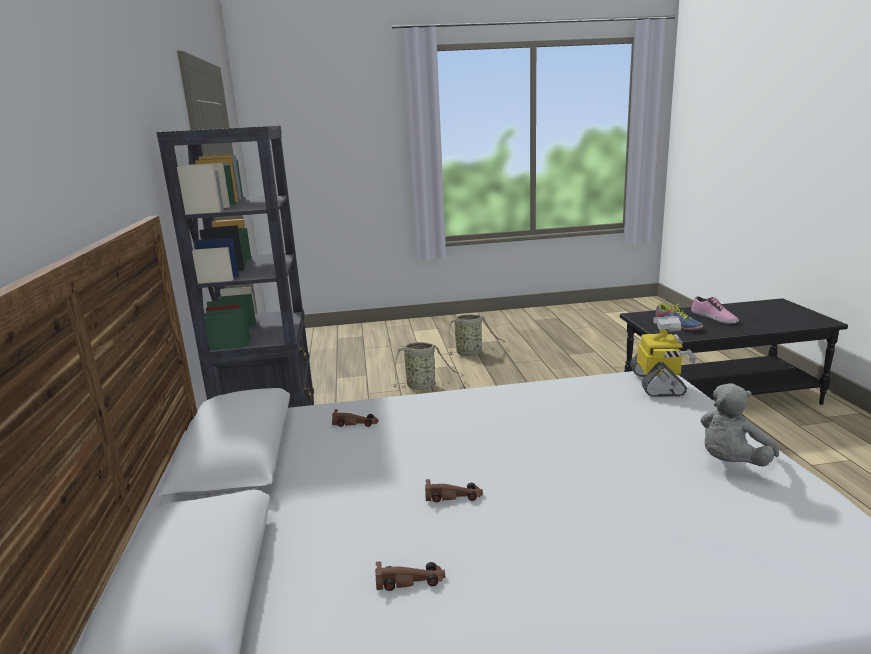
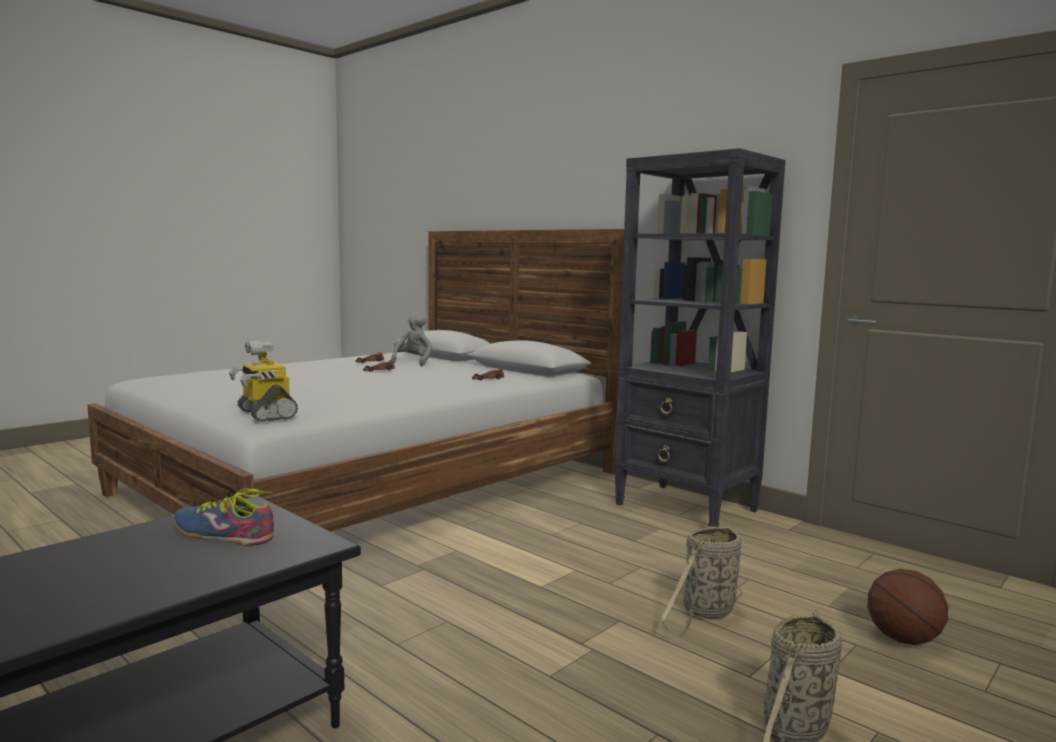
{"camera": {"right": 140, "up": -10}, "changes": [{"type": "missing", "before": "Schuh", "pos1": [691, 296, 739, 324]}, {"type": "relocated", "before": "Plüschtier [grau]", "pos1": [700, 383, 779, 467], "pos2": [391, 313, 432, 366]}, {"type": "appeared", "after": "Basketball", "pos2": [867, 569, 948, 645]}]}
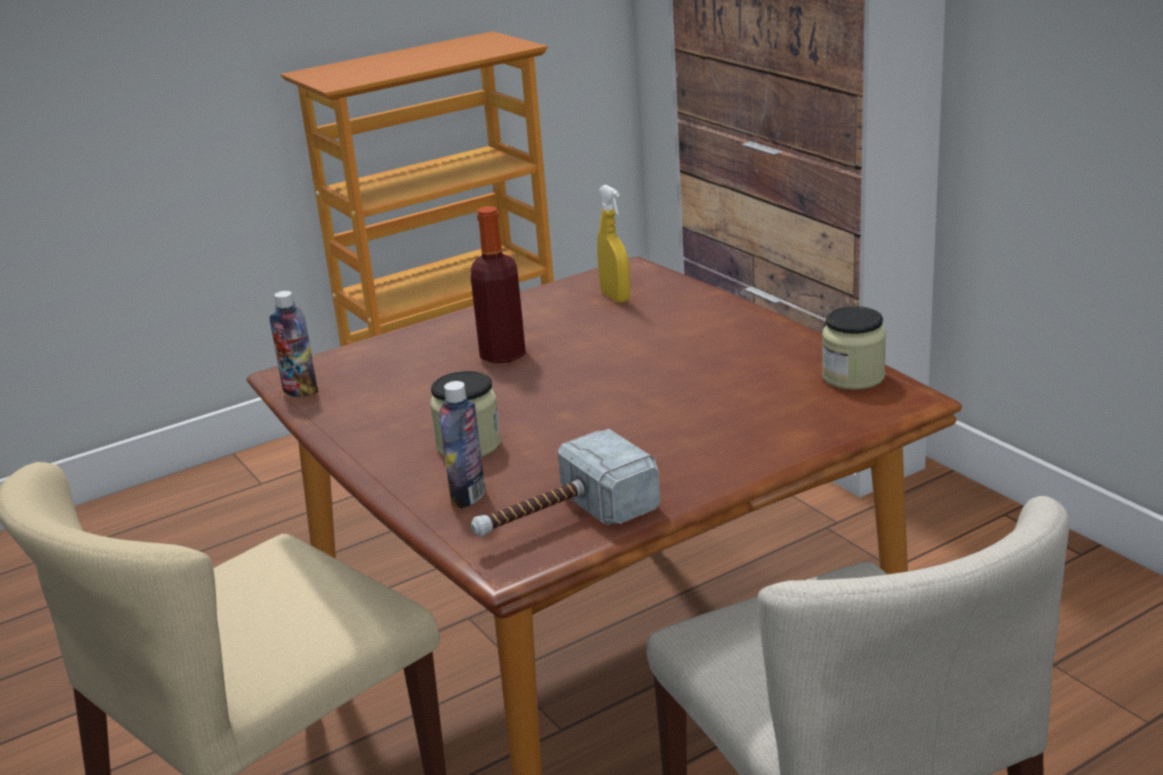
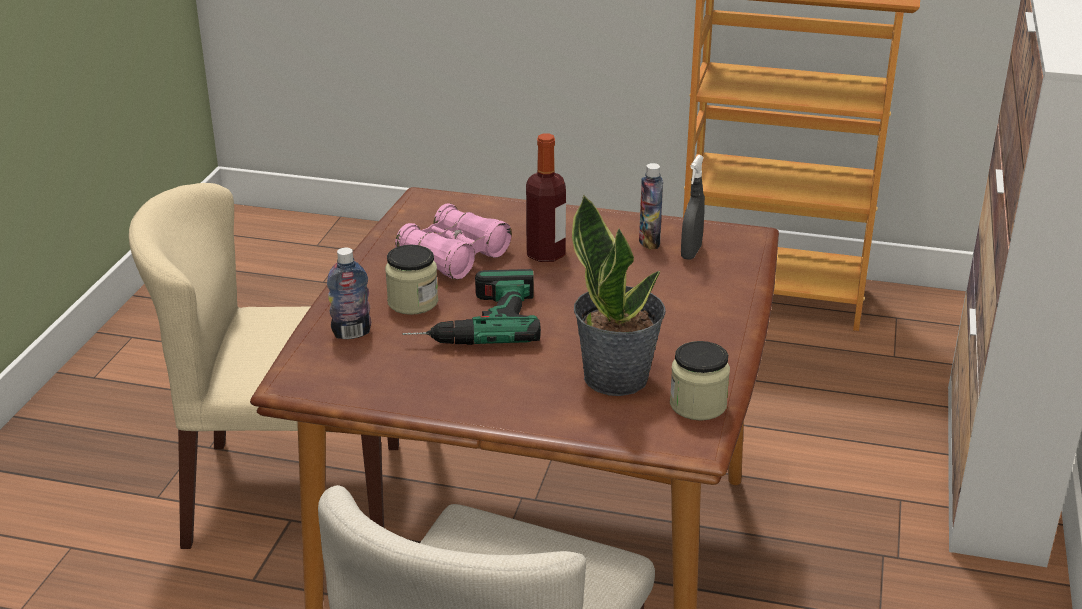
{"camera": {"right": 45, "up": 5}, "changes": [{"type": "relocated", "before": "Flasche", "pos1": [270, 291, 318, 397], "pos2": [639, 163, 663, 250]}, {"type": "missing", "before": "Hammer", "pos1": [471, 429, 660, 537]}, {"type": "colour", "before": "Sprühflasche [gelb]", "after": "Sprühflasche [grau]", "pos1": [597, 185, 631, 303], "pos2": [681, 155, 705, 260]}, {"type": "appeared", "after": "Fernglas [rosa]", "pos2": [395, 203, 512, 280]}, {"type": "appeared", "after": "Bohrmaschine", "pos2": [403, 269, 541, 345]}, {"type": "appeared", "after": "Topfpflanze", "pos2": [572, 195, 665, 396]}]}
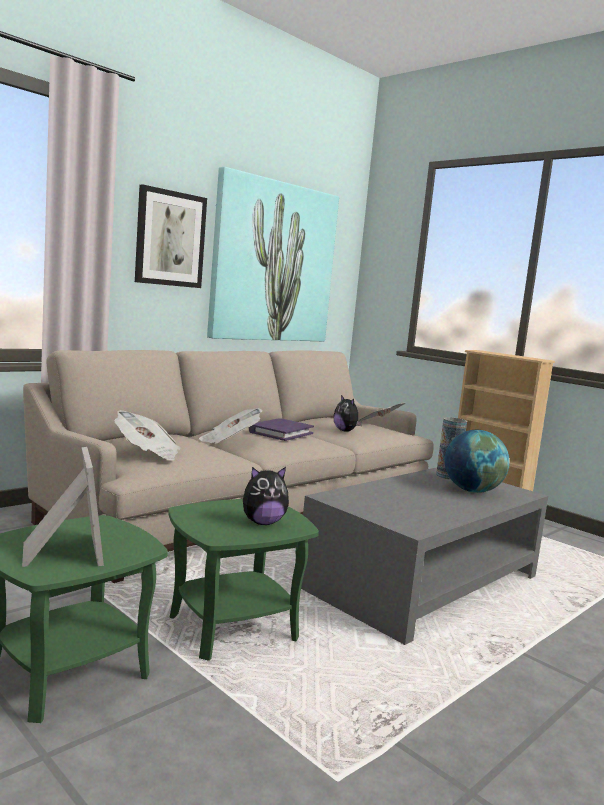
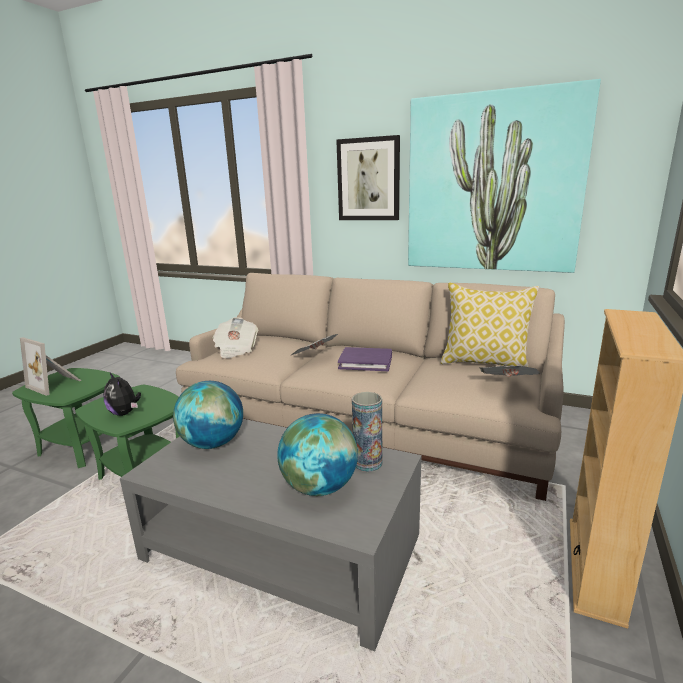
{"camera": {"right": 70, "up": 10}, "changes": [{"type": "spun", "before": "Bilderrahmen", "pos1": [22, 447, 104, 567], "pos2": [20, 337, 82, 396], "turn": 75}, {"type": "missing", "before": "Plüschtier", "pos1": [333, 395, 362, 432]}, {"type": "appeared", "after": "Globus", "pos2": [173, 381, 243, 449]}, {"type": "appeared", "after": "Kissen", "pos2": [441, 282, 539, 367]}]}
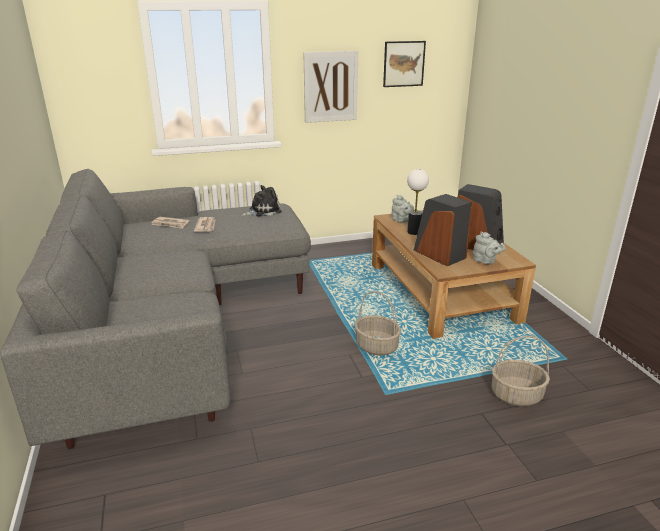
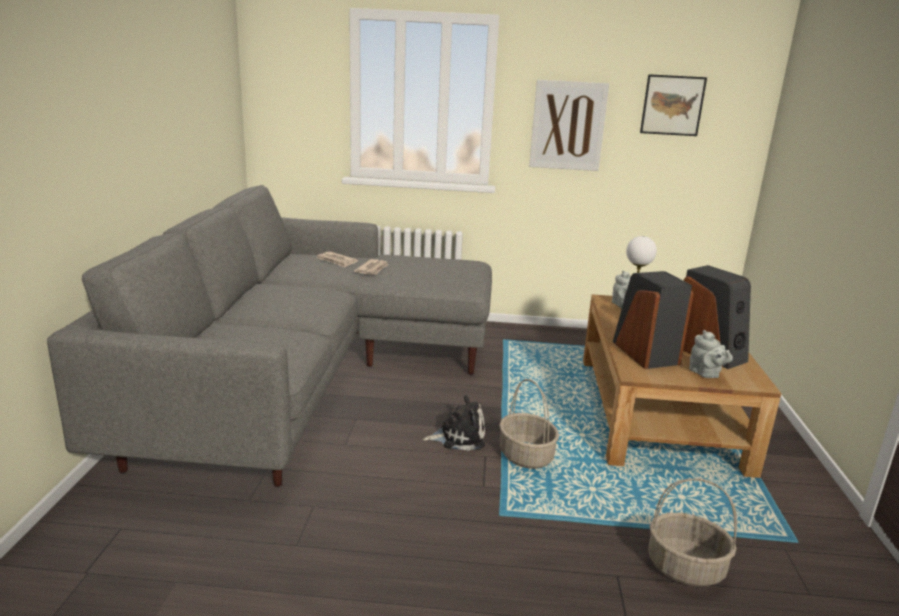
{"camera": {"right": 20, "up": -5}, "changes": [{"type": "relocated", "before": "Plüschtier", "pos1": [241, 185, 282, 216], "pos2": [423, 395, 485, 451]}]}
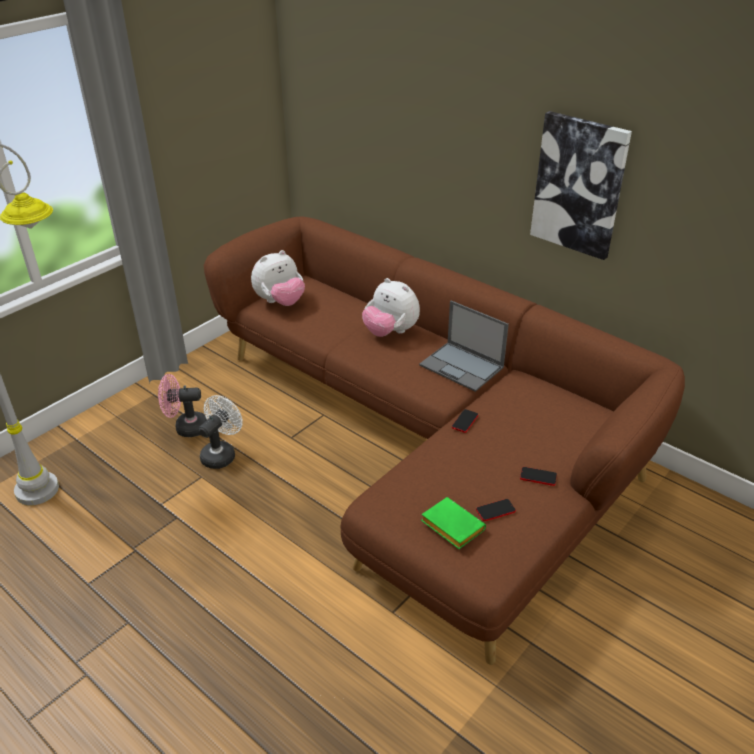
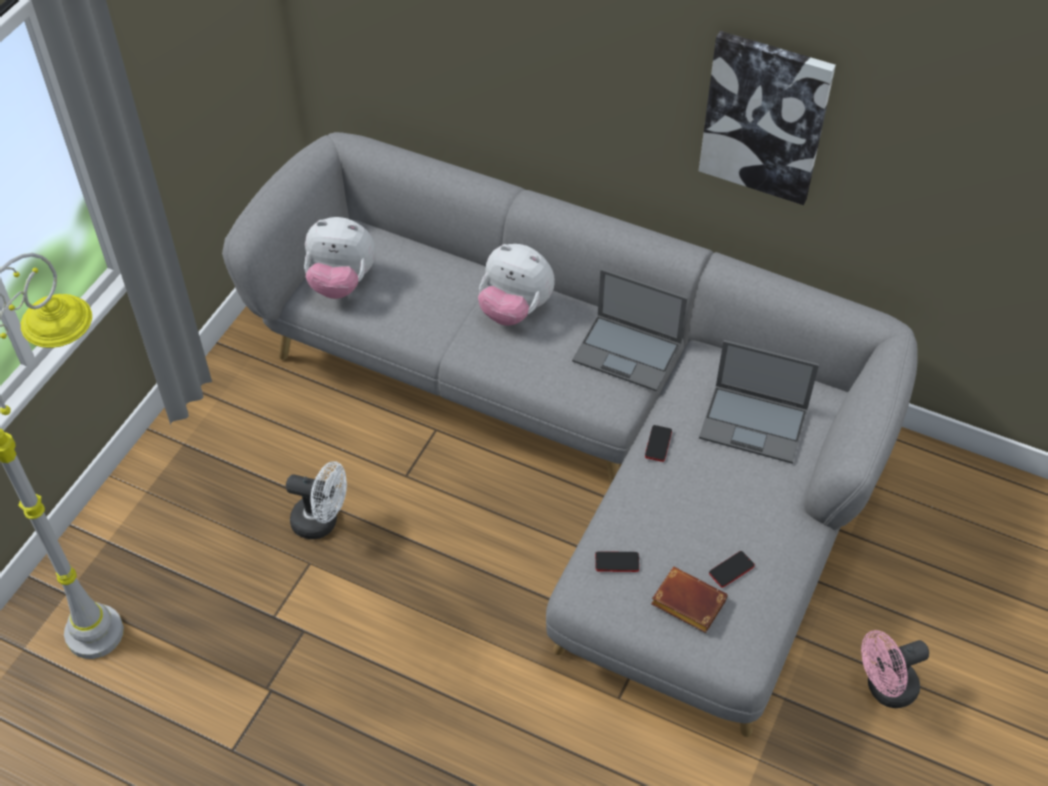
{"camera": {"right": -15, "up": 15}, "changes": [{"type": "relocated", "before": "Ventilator [rosa]", "pos1": [158, 374, 207, 437], "pos2": [861, 630, 929, 708]}, {"type": "spun", "before": "Ventilator [weiß]", "pos1": [199, 395, 243, 469], "pos2": [286, 461, 347, 539], "turn": 90}, {"type": "colour", "before": "Sofa [braun]", "after": "Sofa [grau]", "pos1": [204, 216, 685, 665], "pos2": [222, 132, 918, 737]}, {"type": "spun", "before": "Plüschtier", "pos1": [251, 250, 305, 306], "pos2": [304, 217, 376, 299], "turn": 60}, {"type": "colour", "before": "Buch [grün]", "after": "Buch [braun]", "pos1": [421, 497, 486, 549], "pos2": [651, 567, 728, 633]}, {"type": "relocated", "before": "Handy", "pos1": [520, 467, 557, 486], "pos2": [595, 551, 639, 572]}, {"type": "appeared", "after": "Laptop", "pos2": [699, 340, 819, 464]}]}
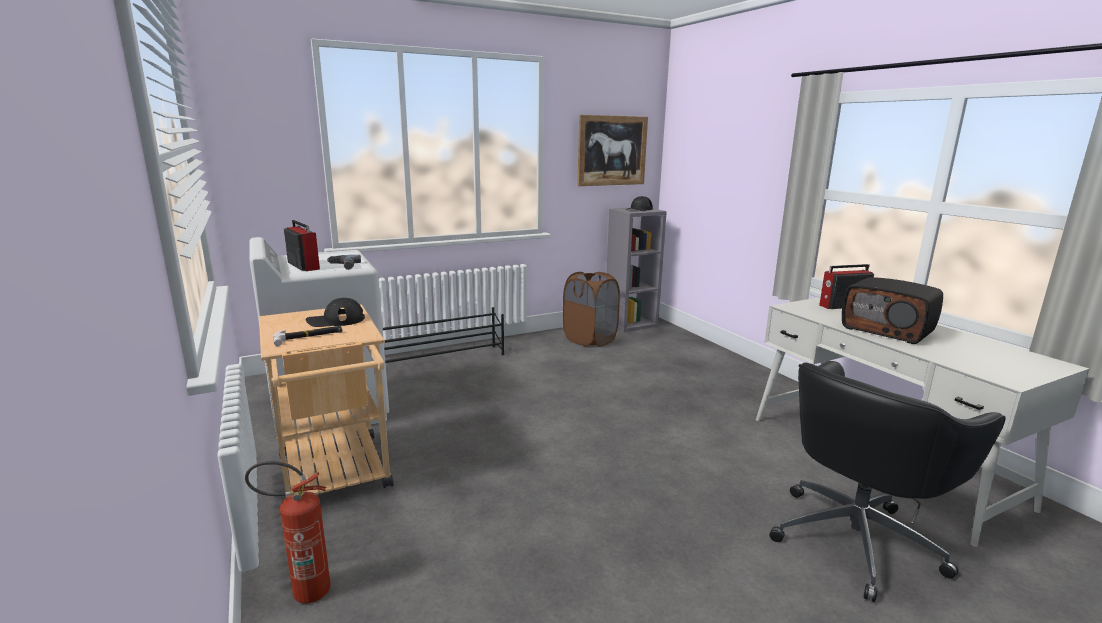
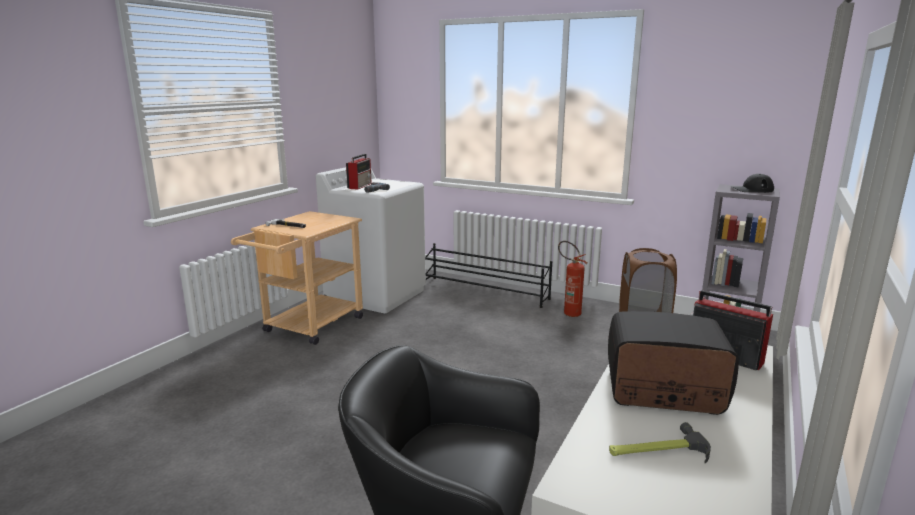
{"camera": {"right": 55, "up": 0}, "changes": [{"type": "relocated", "before": "Feuerlöscher", "pos1": [245, 461, 331, 604], "pos2": [558, 241, 587, 317]}, {"type": "missing", "before": "Kappe [schwarz]", "pos1": [306, 298, 365, 327]}, {"type": "missing", "before": "Bild", "pos1": [577, 115, 648, 186]}, {"type": "spun", "before": "Radio", "pos1": [842, 277, 943, 344], "pos2": [608, 311, 739, 415], "turn": 90}, {"type": "appeared", "after": "Hammer", "pos2": [609, 422, 711, 464]}]}
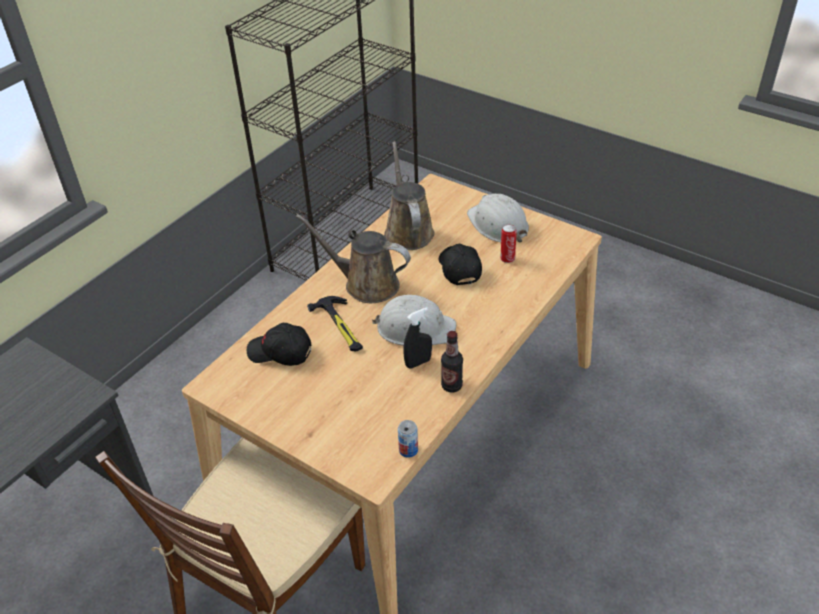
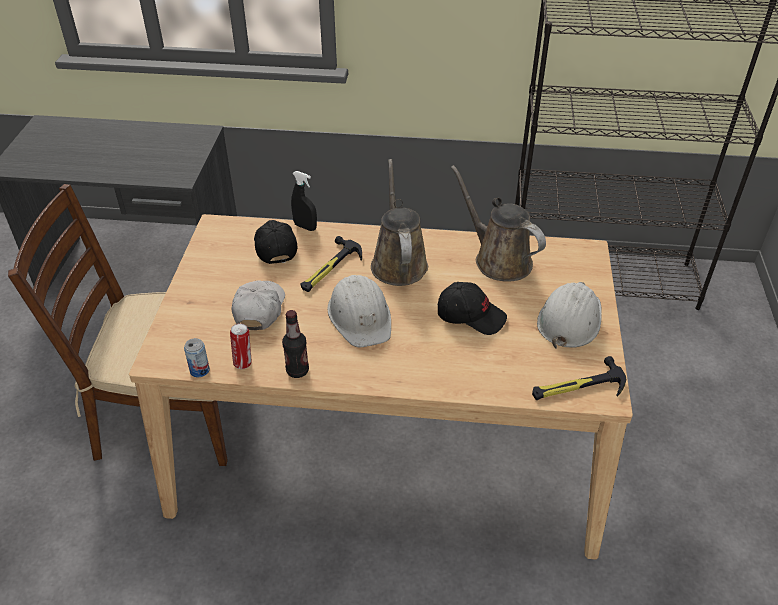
{"camera": {"right": 60, "up": 0}, "changes": [{"type": "spun", "before": "Gießkanne [braun]", "pos1": [384, 141, 434, 250], "pos2": [451, 165, 546, 282], "turn": -90}, {"type": "relocated", "before": "Sprühflasche [schwarz]", "pos1": [403, 307, 432, 369], "pos2": [291, 171, 317, 231]}, {"type": "spun", "before": "Kappe [schwarz]", "pos1": [439, 244, 482, 285], "pos2": [438, 282, 507, 335], "turn": 60}, {"type": "relocated", "before": "Dose", "pos1": [500, 224, 517, 263], "pos2": [230, 323, 252, 369]}, {"type": "appeared", "after": "Kappe [weiß]", "pos2": [231, 280, 285, 330]}, {"type": "appeared", "after": "Hammer", "pos2": [532, 356, 626, 400]}]}
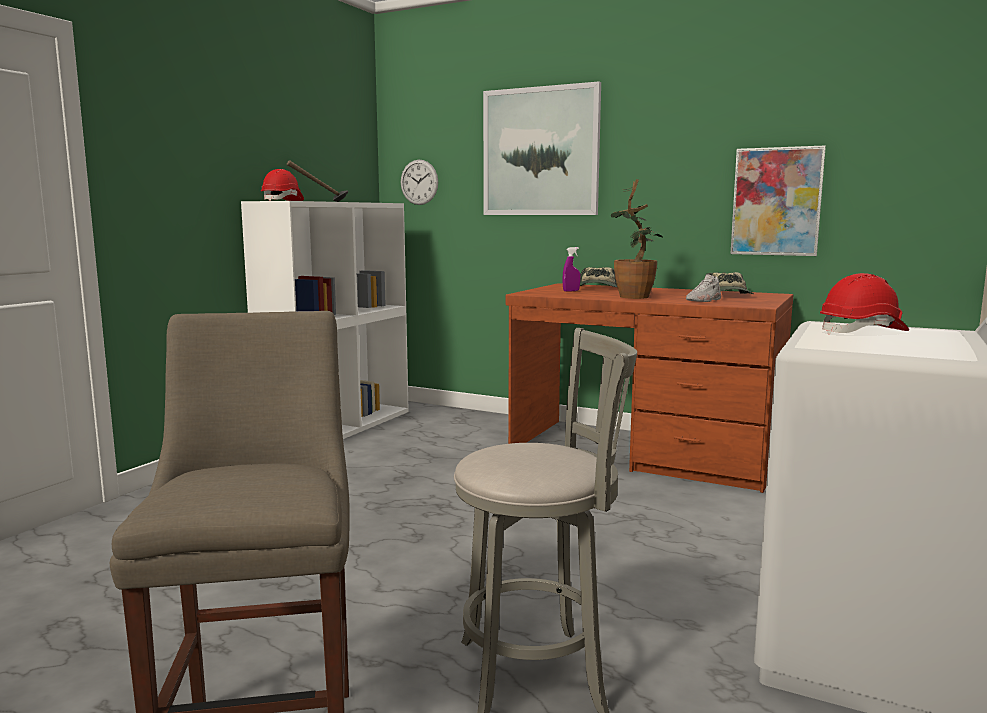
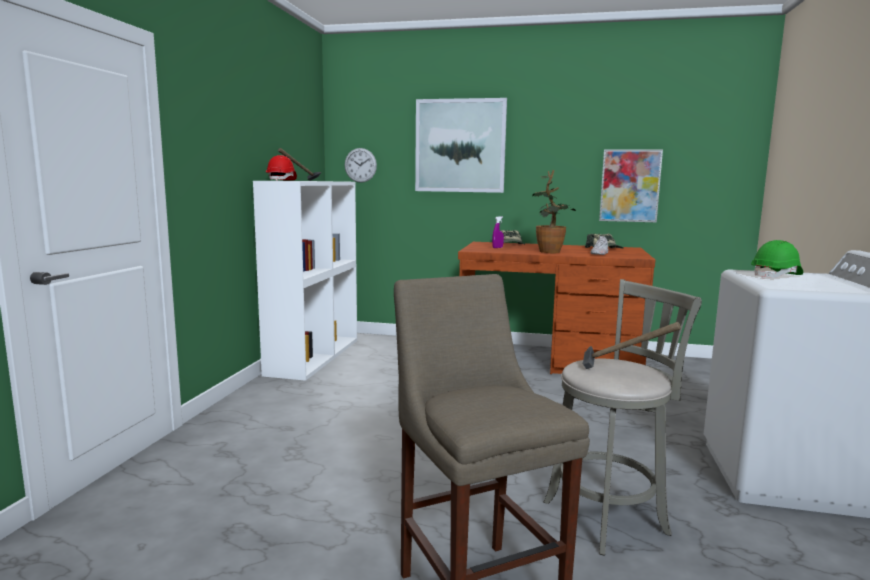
{"camera": {"right": -15, "up": 0}, "changes": [{"type": "colour", "before": "Schutzhelm [rot]", "after": "Schutzhelm [grün]", "pos1": [820, 273, 909, 335], "pos2": [751, 240, 803, 279]}, {"type": "appeared", "after": "Hammer", "pos2": [583, 322, 681, 369]}]}
